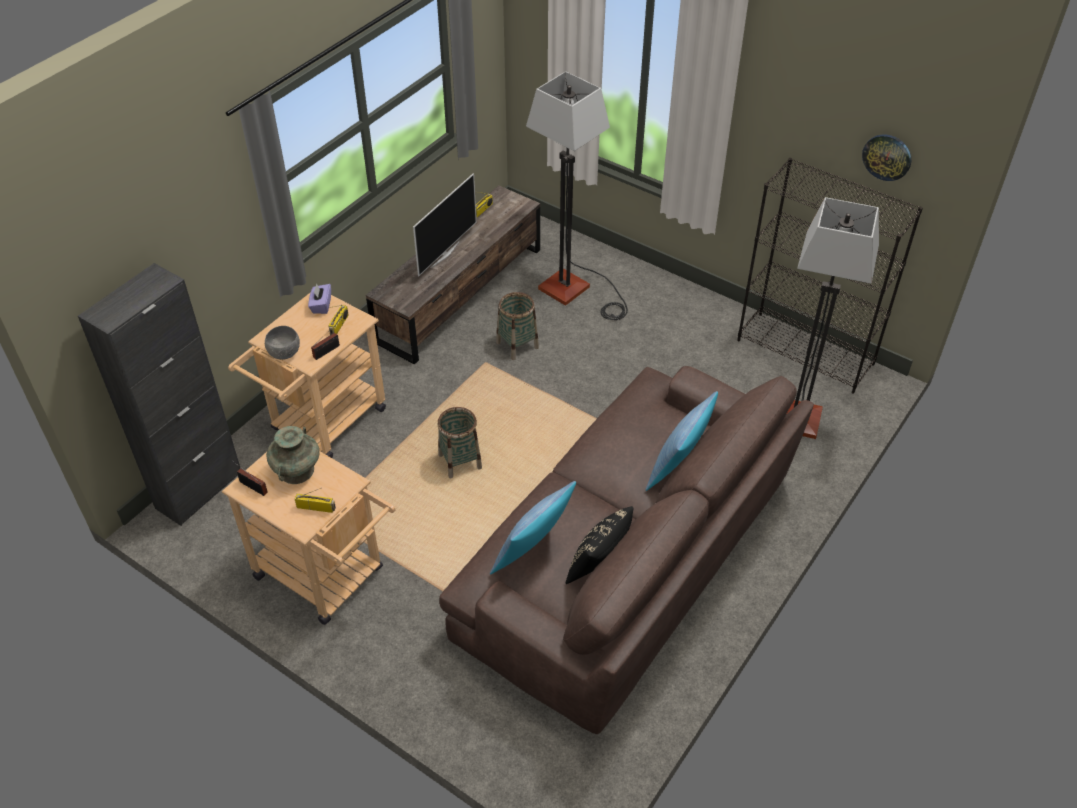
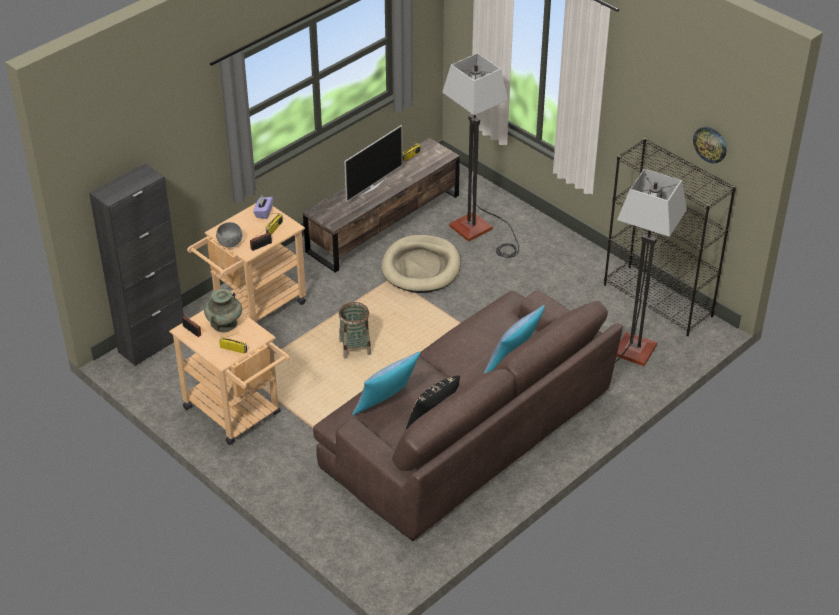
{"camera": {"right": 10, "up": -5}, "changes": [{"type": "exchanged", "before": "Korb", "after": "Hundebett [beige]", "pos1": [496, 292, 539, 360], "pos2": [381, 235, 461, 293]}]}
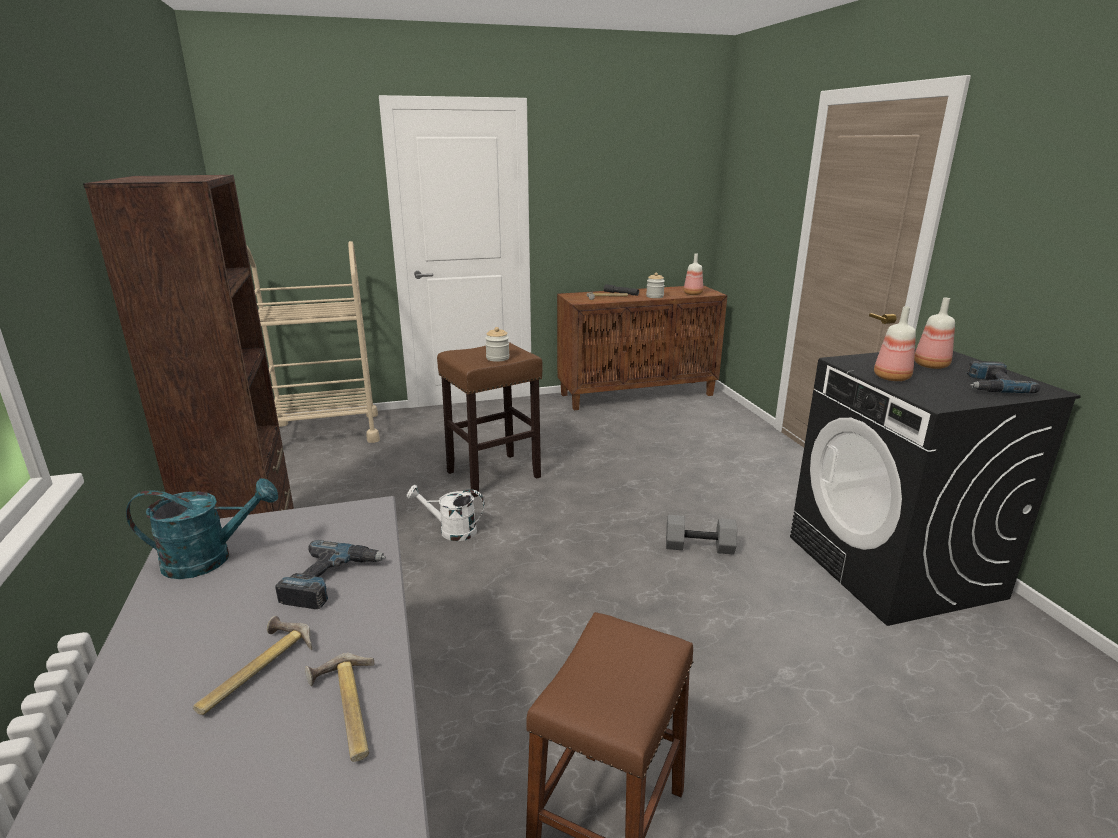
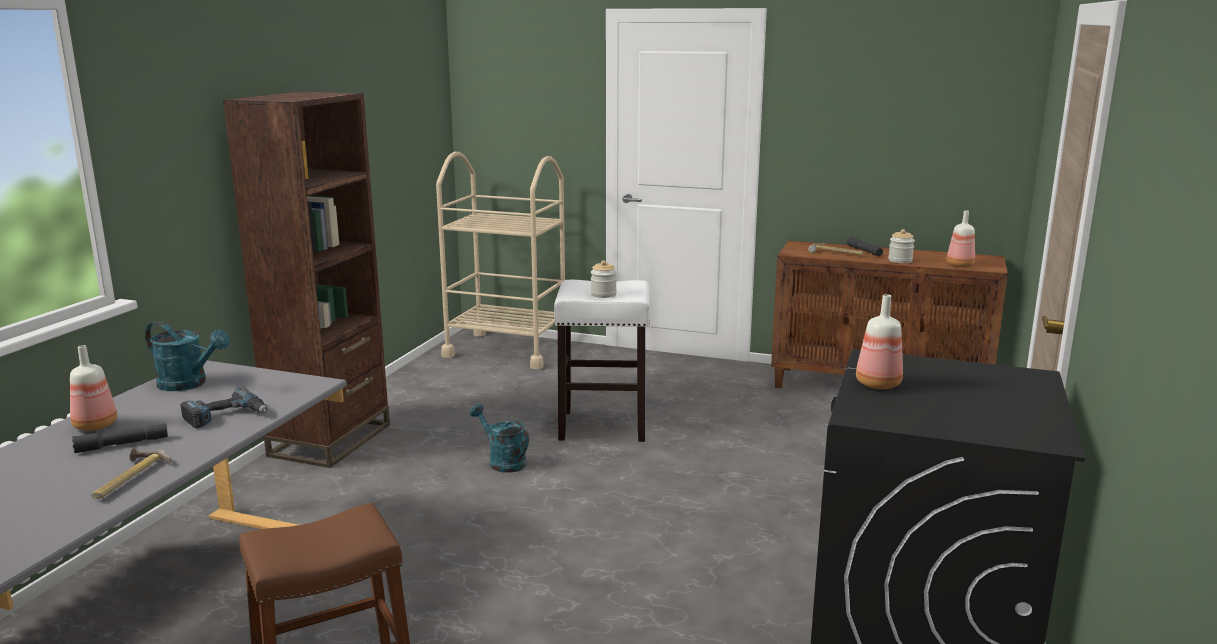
{"camera": {"right": 35, "up": -5}, "changes": [{"type": "exchanged", "before": "Hammer", "after": "Taschenlampe [grau]", "pos1": [193, 616, 312, 715], "pos2": [72, 423, 168, 453]}, {"type": "colour", "before": "Gießkanne [weiß]", "after": "Gießkanne [türkis]", "pos1": [407, 485, 485, 541], "pos2": [470, 404, 529, 473]}, {"type": "colour", "before": "Hocker [braun]", "after": "Hocker [weiß]", "pos1": [437, 342, 542, 497], "pos2": [554, 280, 650, 442]}, {"type": "missing", "before": "Hantel [grau]", "pos1": [666, 515, 737, 555]}, {"type": "relocated", "before": "Flasche", "pos1": [914, 298, 955, 369], "pos2": [70, 345, 117, 431]}, {"type": "missing", "before": "Bohrmaschine", "pos1": [967, 361, 1040, 394]}]}
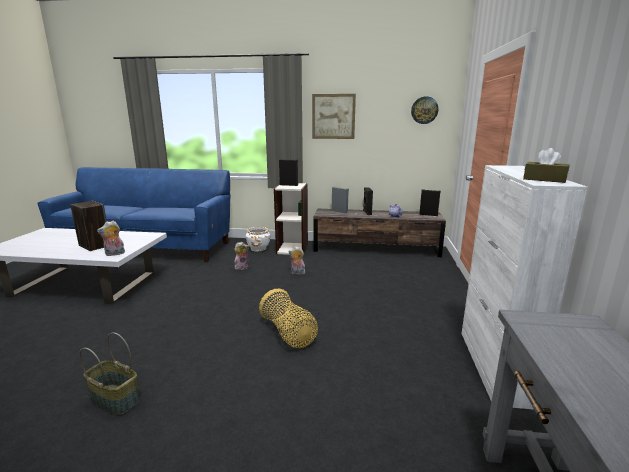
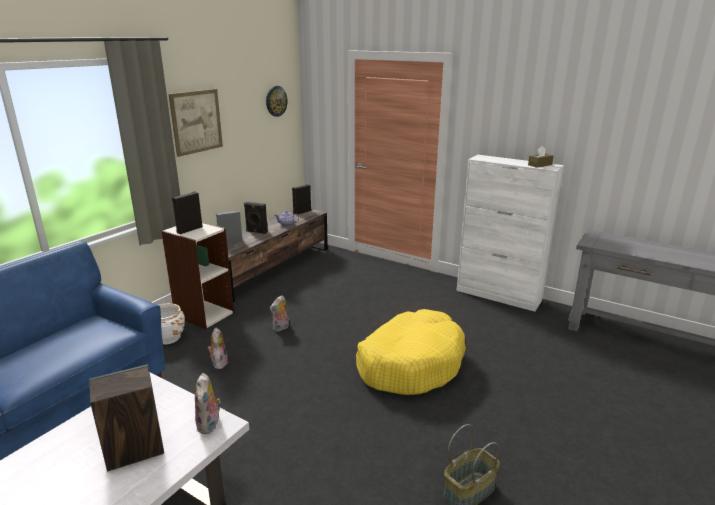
{"camera": {"right": -65, "up": 5}, "changes": [{"type": "exchanged", "before": "Korb", "after": "Hundebett [gelb]", "pos1": [259, 289, 318, 348], "pos2": [356, 309, 466, 395]}]}
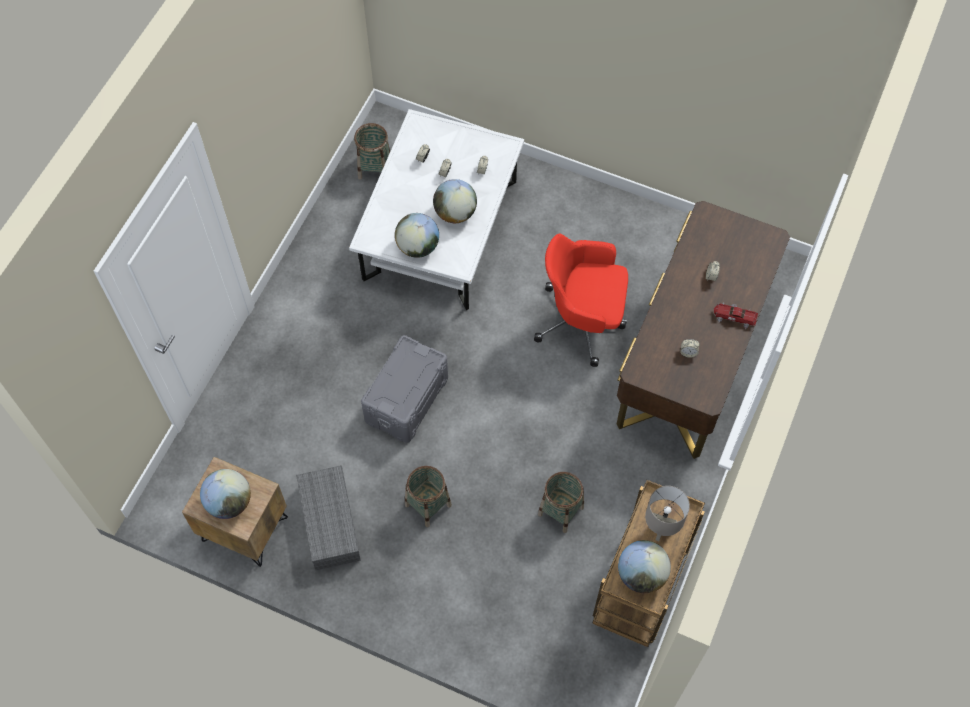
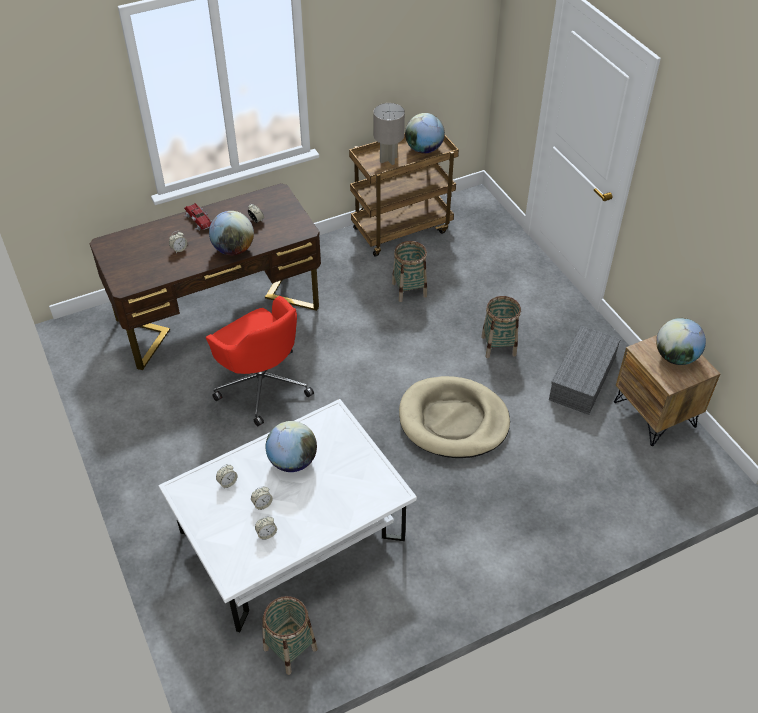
{"camera": {"right": -140, "up": -15}, "changes": [{"type": "exchanged", "before": "Aufbewahrungsbox [grau]", "after": "Hundebett [beige]", "pos1": [361, 335, 448, 443], "pos2": [399, 376, 510, 458]}, {"type": "relocated", "before": "Globus", "pos1": [395, 213, 439, 258], "pos2": [209, 211, 254, 255]}]}
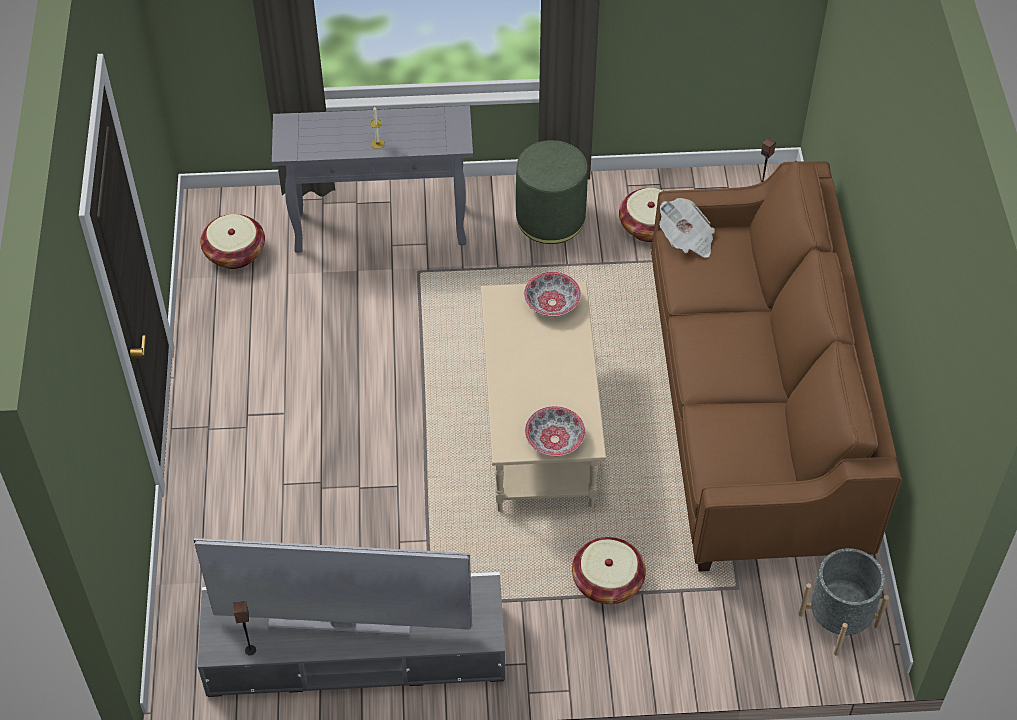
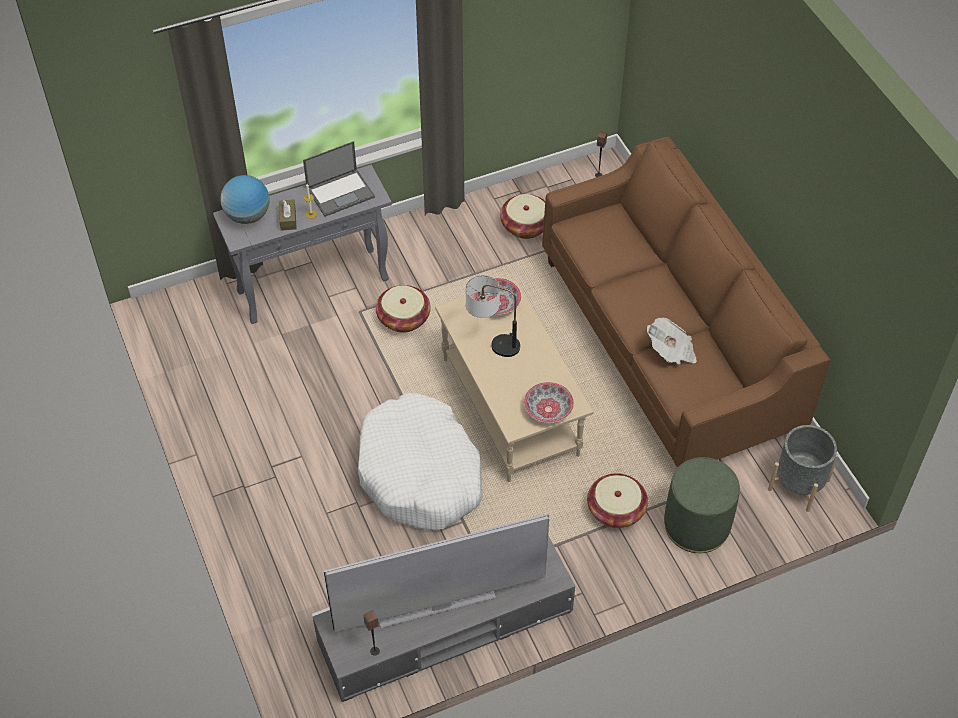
{"camera": {"right": -20, "up": 0}, "changes": [{"type": "relocated", "before": "Korb", "pos1": [200, 214, 265, 269], "pos2": [376, 285, 431, 333]}, {"type": "relocated", "before": "Polsterhocker [grün]", "pos1": [516, 140, 588, 244], "pos2": [664, 457, 740, 553]}, {"type": "relocated", "before": "Zeitung", "pos1": [659, 198, 715, 258], "pos2": [647, 318, 697, 365]}, {"type": "appeared", "after": "Globus", "pos2": [220, 175, 270, 224]}, {"type": "appeared", "after": "Taschentuchbox [braun]", "pos2": [279, 200, 297, 231]}, {"type": "appeared", "after": "Laptop", "pos2": [303, 141, 375, 217]}, {"type": "appeared", "after": "Hundebett [weiß]", "pos2": [358, 393, 483, 530]}, {"type": "appeared", "after": "Tischlampe", "pos2": [466, 275, 520, 357]}]}
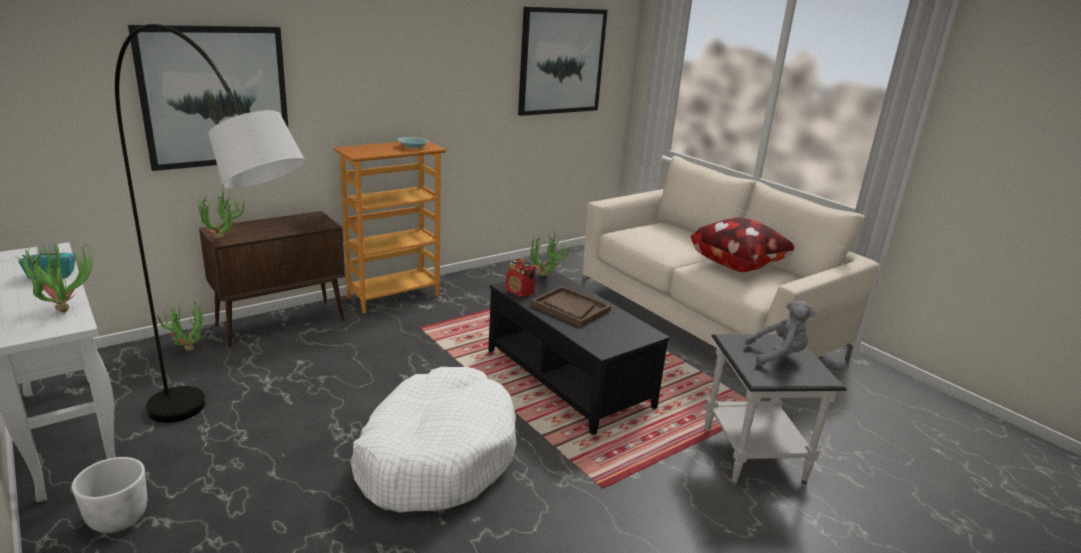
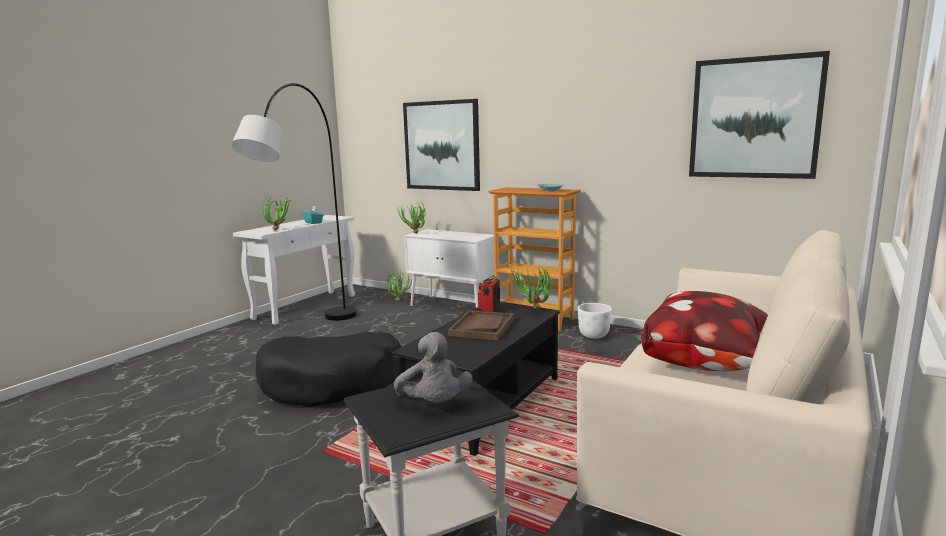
{"camera": {"right": 70, "up": -10}, "changes": [{"type": "relocated", "before": "Pflanzkübel [weiß]", "pos1": [72, 457, 147, 533], "pos2": [578, 303, 612, 339]}, {"type": "colour", "before": "Schrank [braun]", "after": "Schrank [weiß]", "pos1": [199, 211, 345, 347], "pos2": [404, 229, 495, 308]}, {"type": "colour", "before": "Hundebett [weiß]", "after": "Hundebett [schwarz]", "pos1": [350, 367, 517, 513], "pos2": [256, 331, 402, 407]}]}
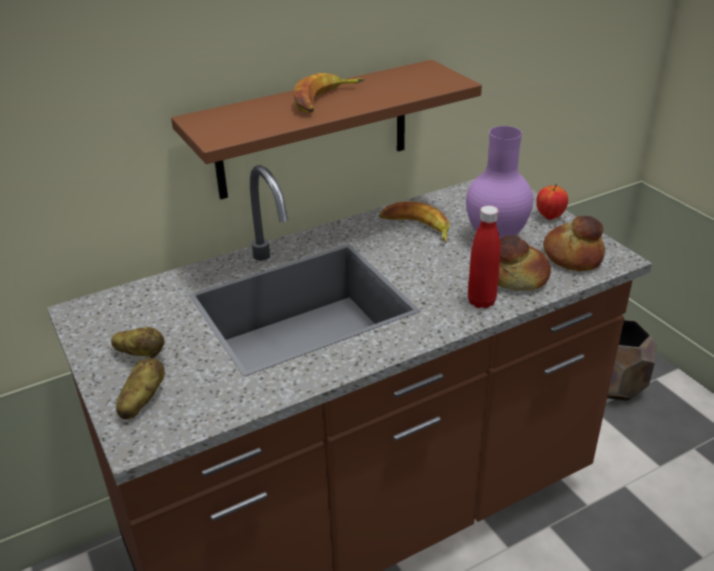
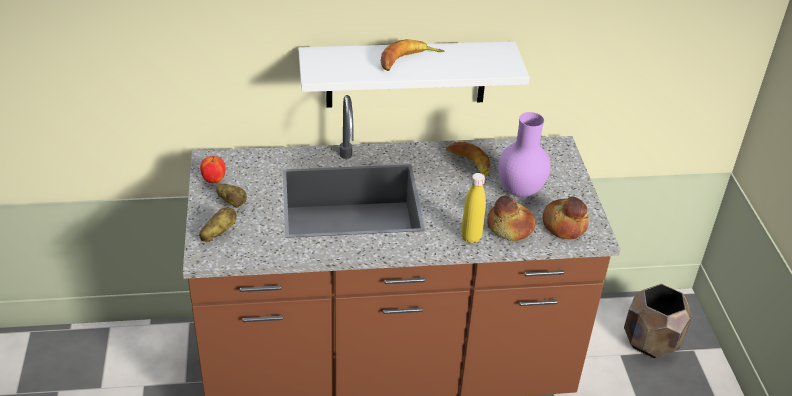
{"camera": {"right": 20, "up": 5}, "changes": [{"type": "colour", "before": "Wandregal [braun]", "after": "Wandregal [weiß]", "pos1": [171, 60, 482, 199], "pos2": [299, 41, 530, 108]}, {"type": "colour", "before": "Flasche [rot]", "after": "Flasche [gelb]", "pos1": [468, 206, 501, 308], "pos2": [461, 173, 486, 243]}, {"type": "relocated", "before": "Apfel", "pos1": [536, 184, 568, 220], "pos2": [200, 156, 226, 183]}]}
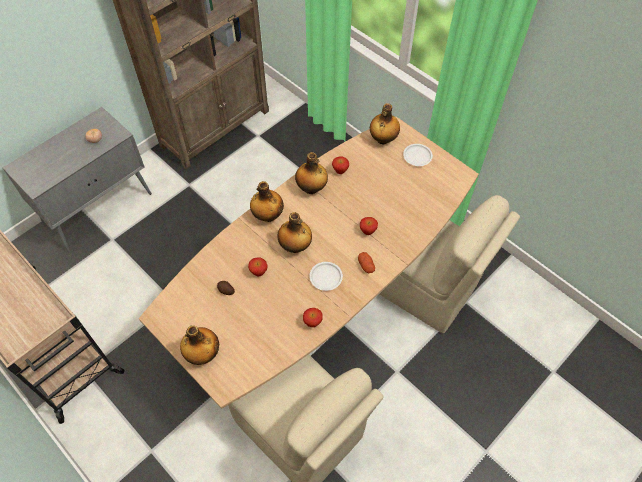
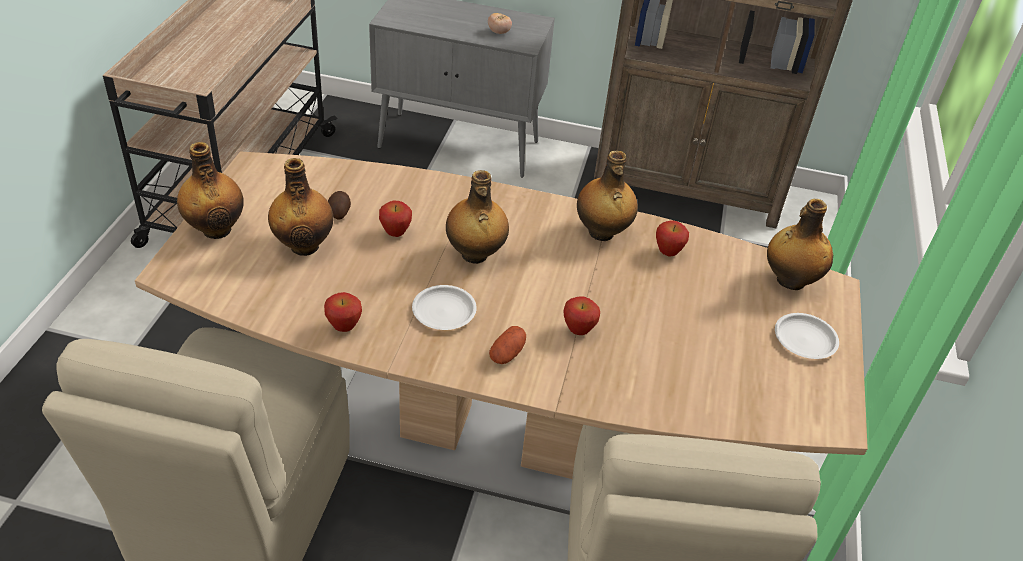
{"camera": {"right": 55, "up": -15}, "changes": [{"type": "relocated", "before": "Flasche", "pos1": [250, 181, 284, 222], "pos2": [268, 158, 334, 256]}]}
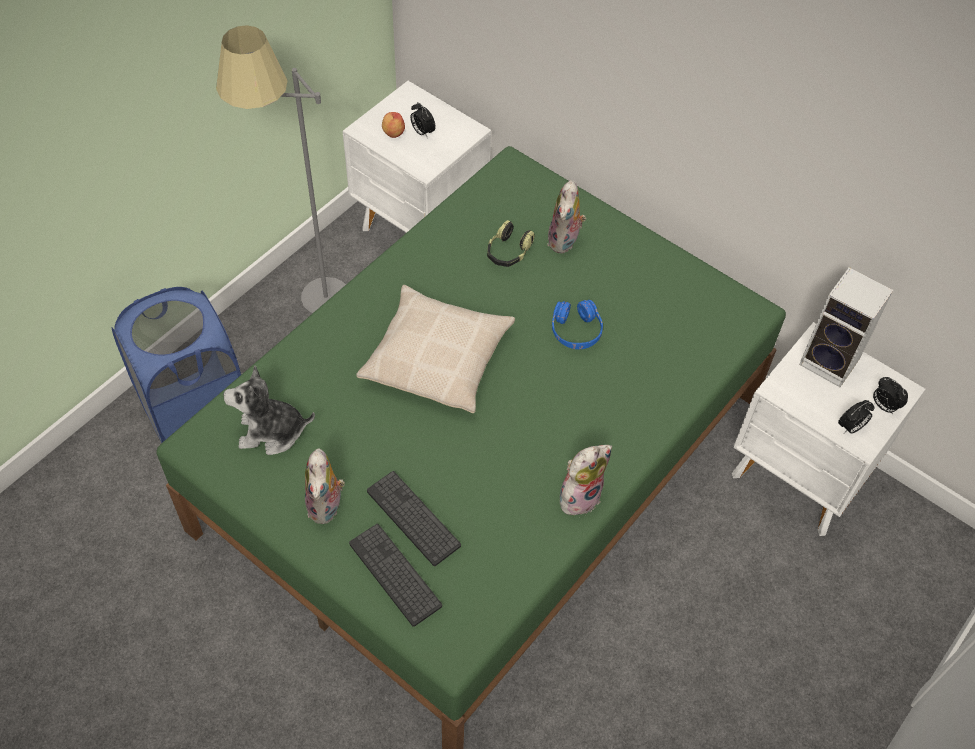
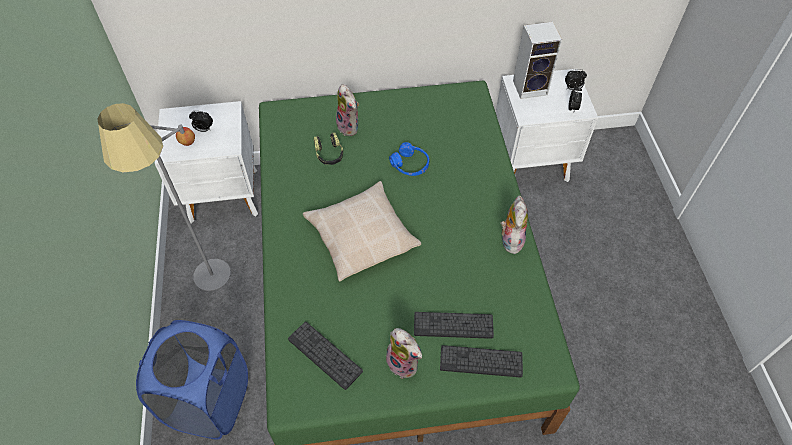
{"camera": {"right": -45, "up": 0}, "changes": [{"type": "exchanged", "before": "Plüschtier", "after": "Tastatur", "pos1": [223, 366, 315, 455], "pos2": [288, 322, 363, 390]}]}
